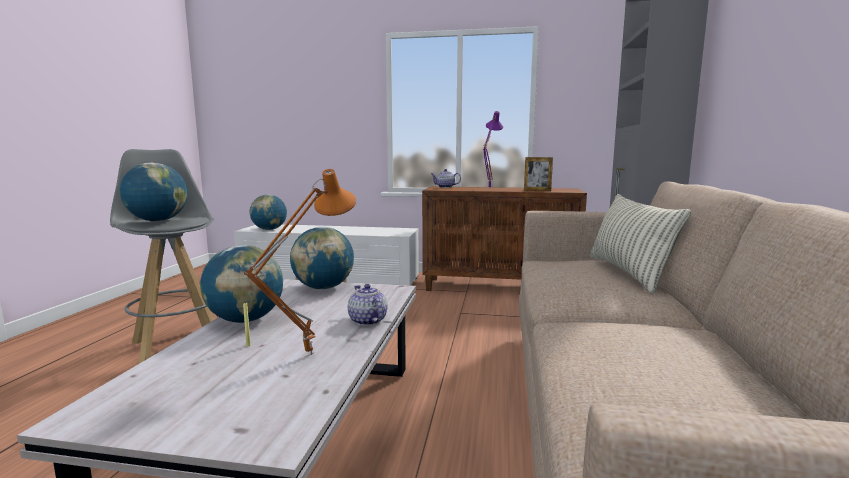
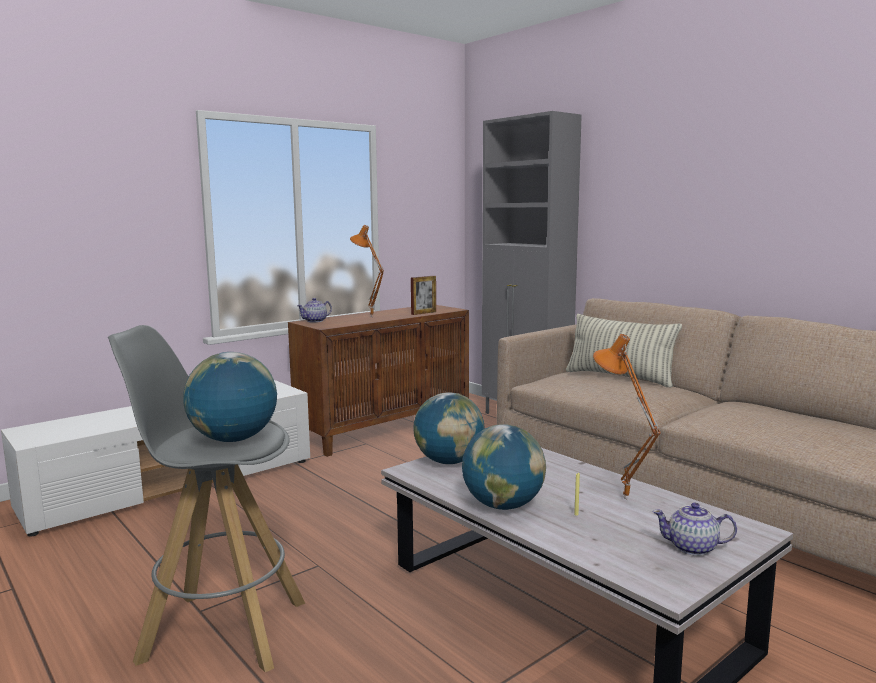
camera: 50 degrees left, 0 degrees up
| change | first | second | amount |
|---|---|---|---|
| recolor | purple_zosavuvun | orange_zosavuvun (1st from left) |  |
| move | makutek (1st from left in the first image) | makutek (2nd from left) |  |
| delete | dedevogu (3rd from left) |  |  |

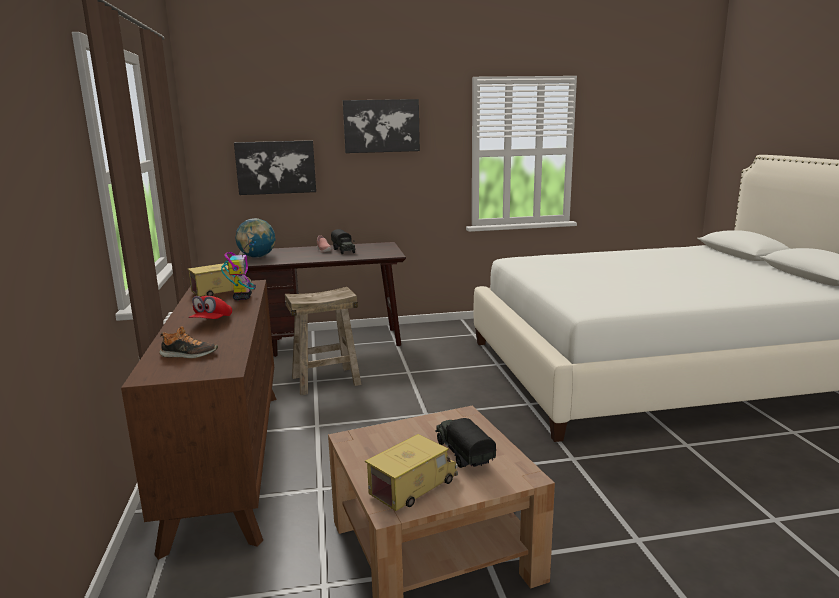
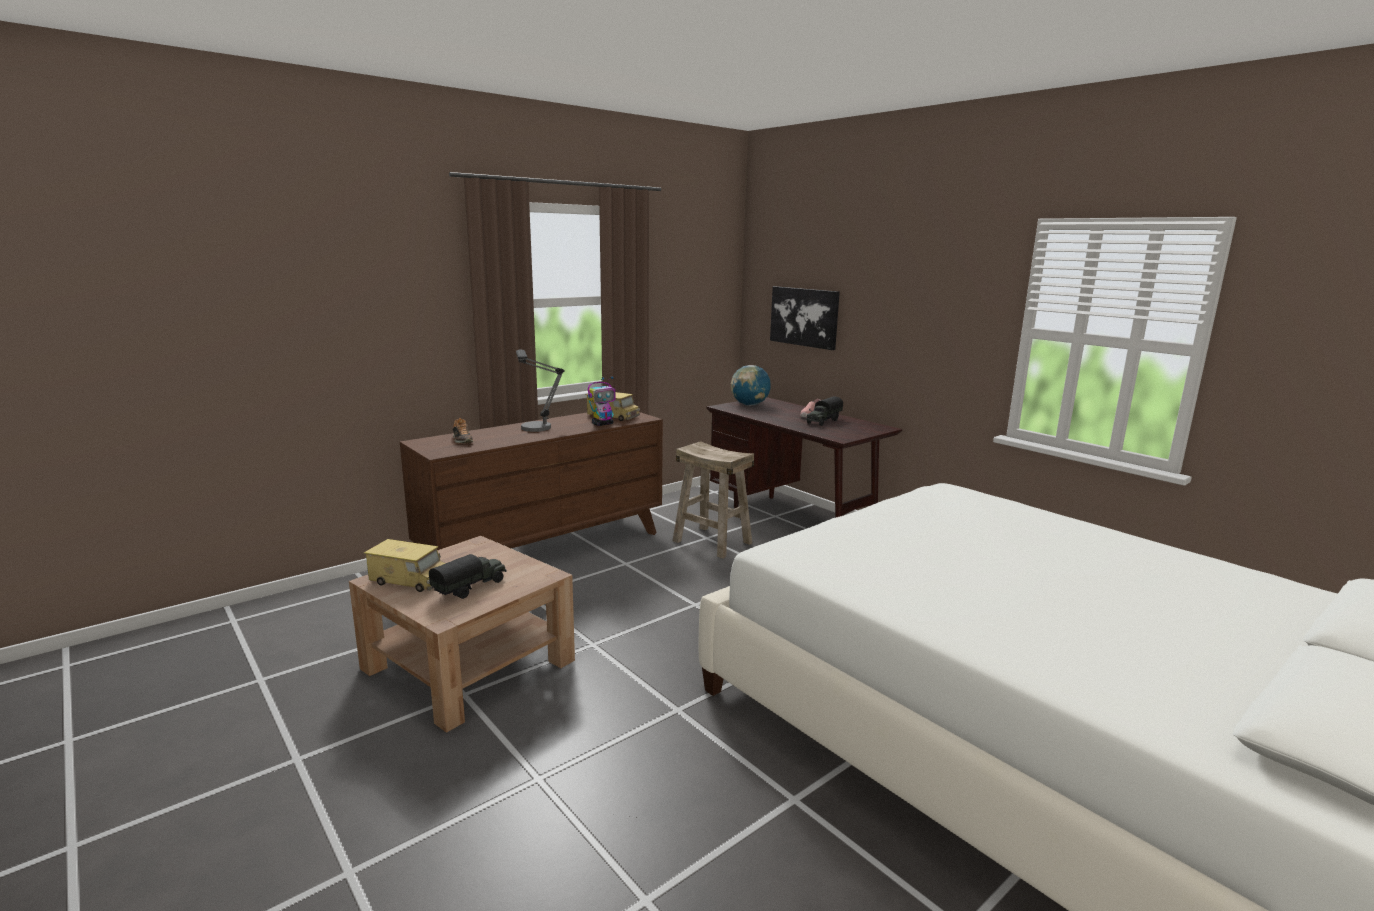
camera: 60 degrees right, 0 degrees up
| change | first | second | amount |
|---|---|---|---|
| replace | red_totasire | zosavuvun |  |
| delete | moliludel (2nd from left) |  |  |

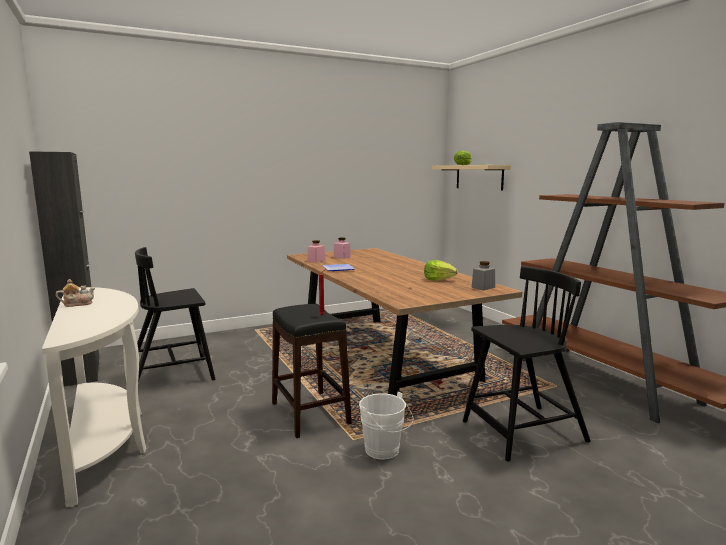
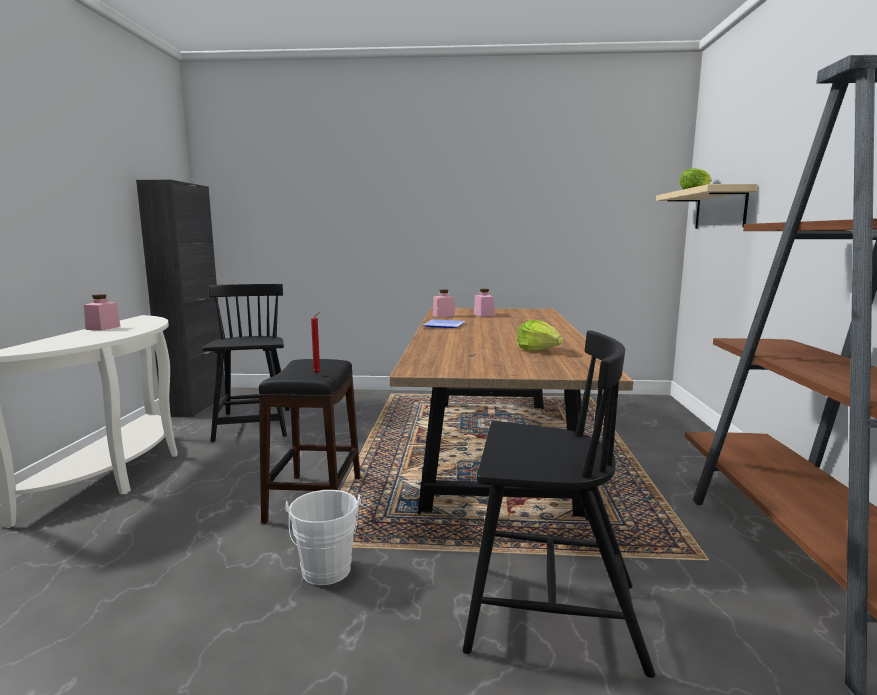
camera: 30 degrees right, 0 degrees up
| change | first | second | amount |
|---|---|---|---|
| replace | makutek | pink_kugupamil (1st from left) |  |
| rotate | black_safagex (1st from left) |  | 75 degrees clockwise |
| delete | grey_kugupamil |  |  |

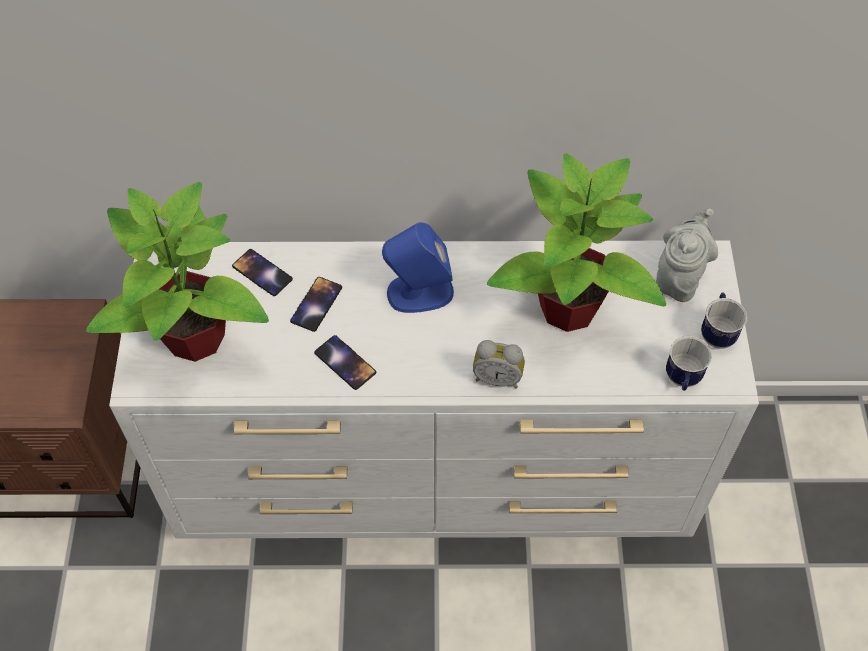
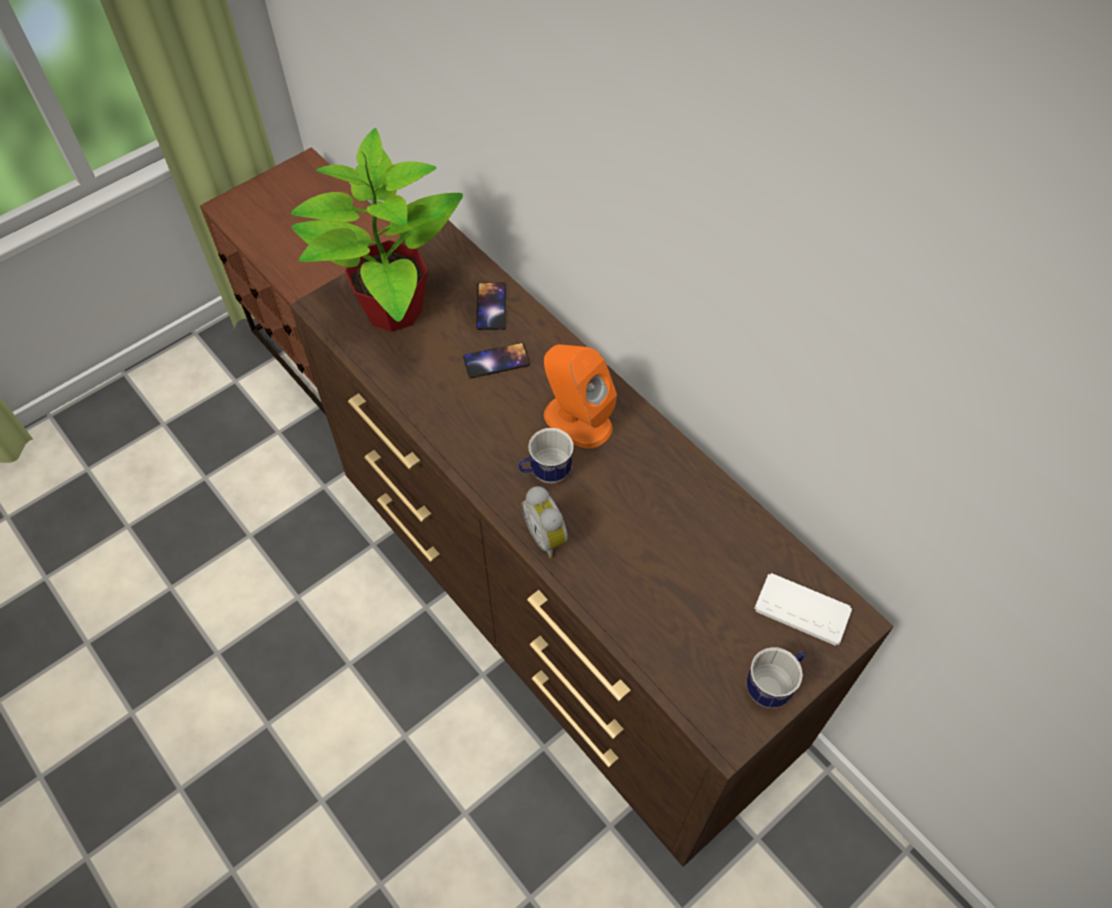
camera: 50 degrees right, 0 degrees up
| change | first | second | amount |
|---|---|---|---|
| recolor | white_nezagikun | brown_nezagikun |  |
| move | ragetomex (1st from left) |  |  |
| recolor | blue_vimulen | orange_vimulen |  |
| replace | grey_makutek | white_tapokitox |  |
| delete | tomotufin (3rd from left) |  |  |
| delete | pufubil (2nd from left) |  |  |

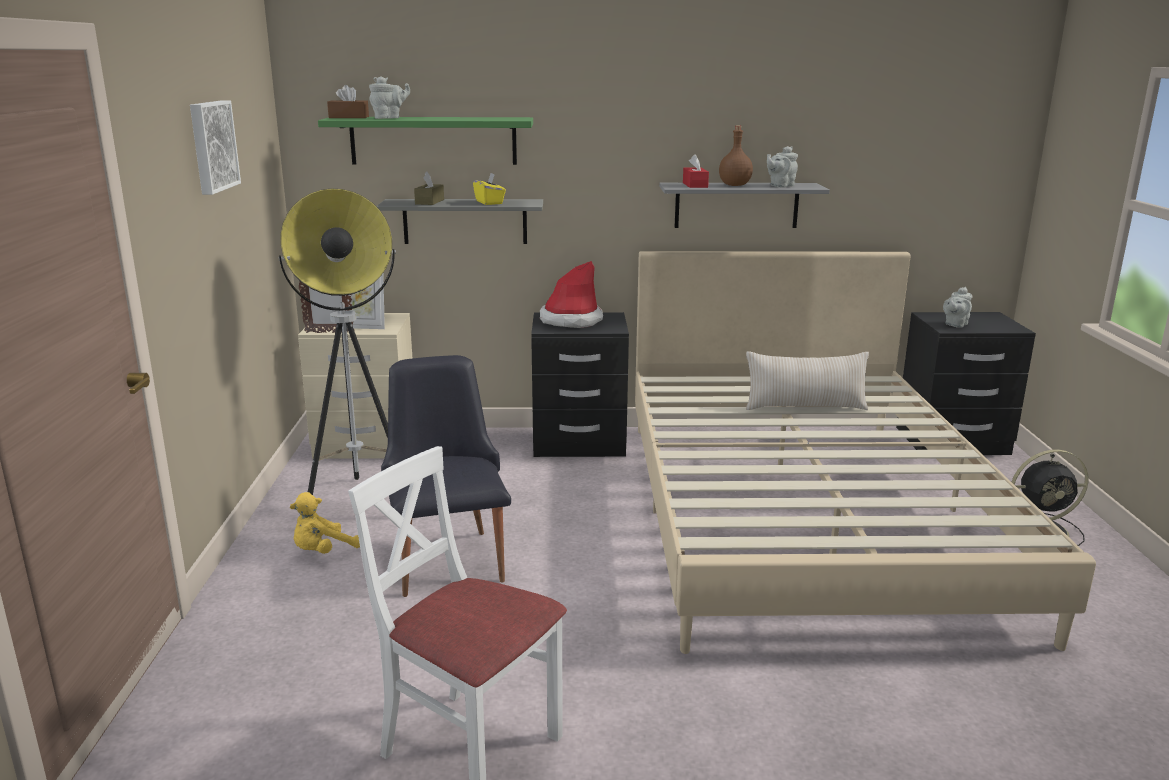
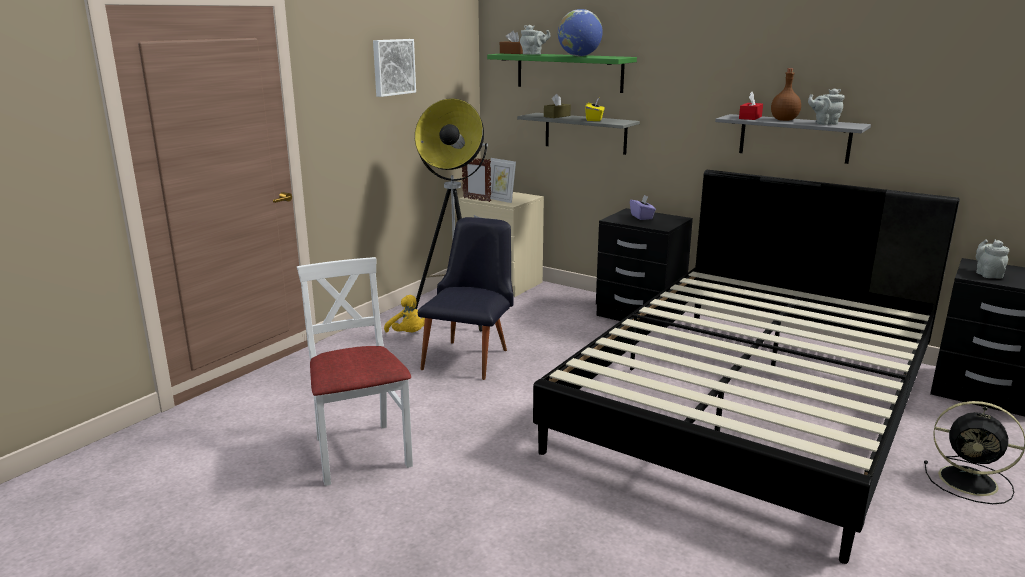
camera: 35 degrees right, 0 degrees up
| change | first | second | amount |
|---|---|---|---|
| rotate | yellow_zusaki |  | 120 degrees counterclockwise |
| recolor | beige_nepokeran | black_nepokeran |  |
| insert |  | dedevogu |  |
| replace | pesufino | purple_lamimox |  |
| rotate | grey_makutek (3rd from left) |  | 105 degrees clockwise |
| delete | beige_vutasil |  |  |

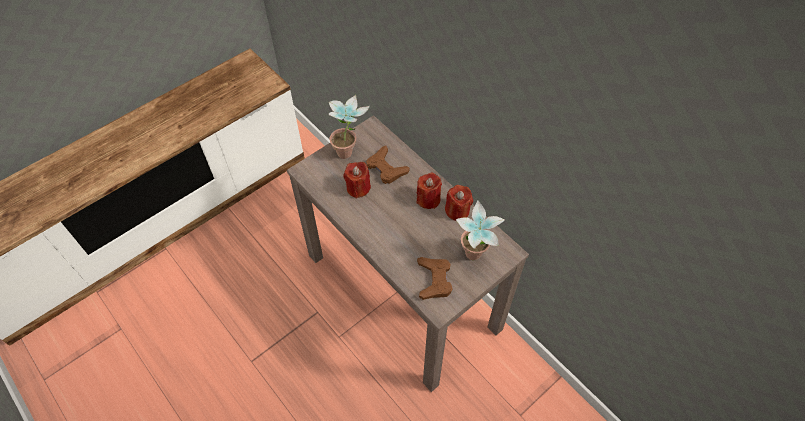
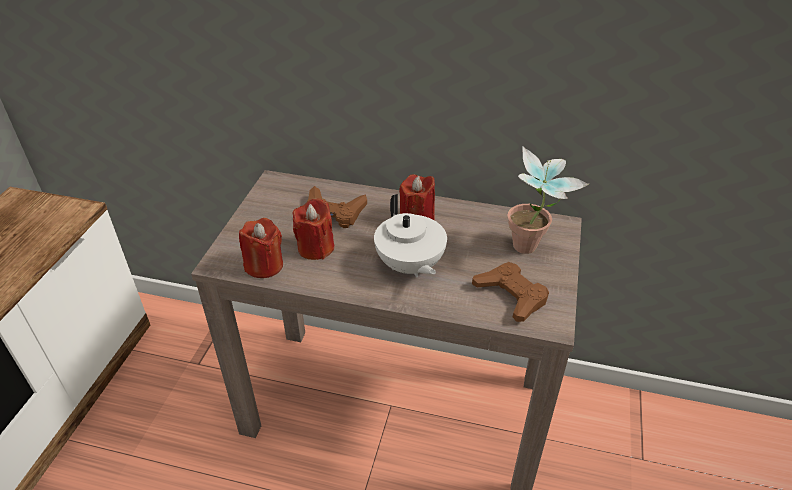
camera: 35 degrees left, 15 degrees down
| change | first | second | amount |
|---|---|---|---|
| move | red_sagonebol (3rd from left in the first image) | red_sagonebol (1st from left) |  |
| insert |  | white_makutek |  |
| delete | pufubil (1st from left) |  |  |

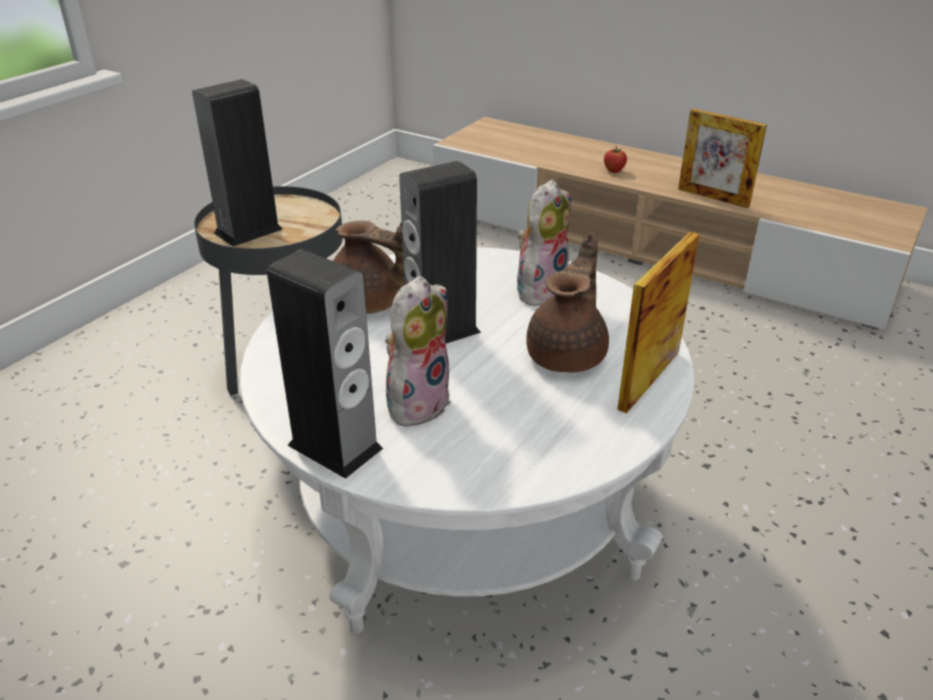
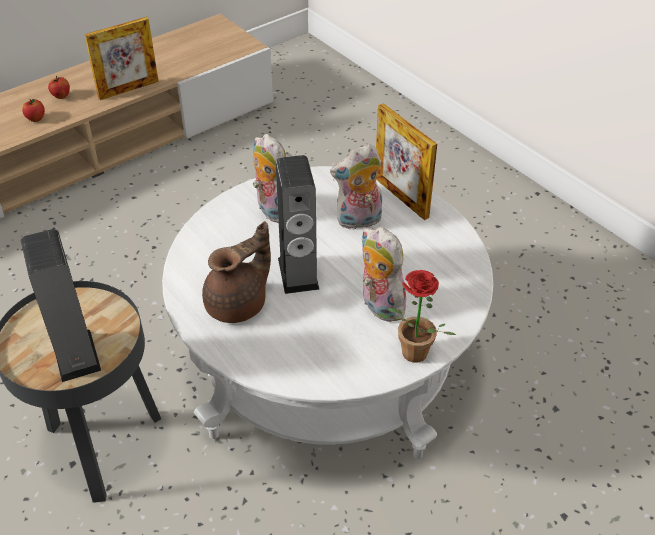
camera: 70 degrees left, 10 degrees up
| change | first | second | amount |
|---|---|---|---|
| insert |  | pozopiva (2nd from left) |  |
| replace | brown_makutek (2nd from left) | zusaki (2nd from left) |  |
| replace | vimulen (2nd from left) | pufubil |  |

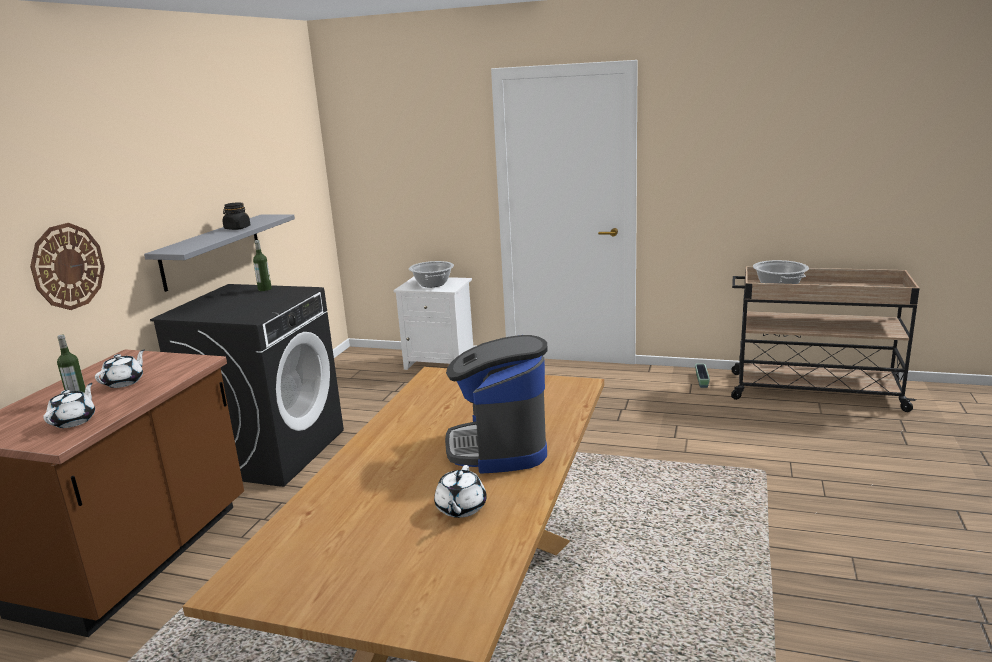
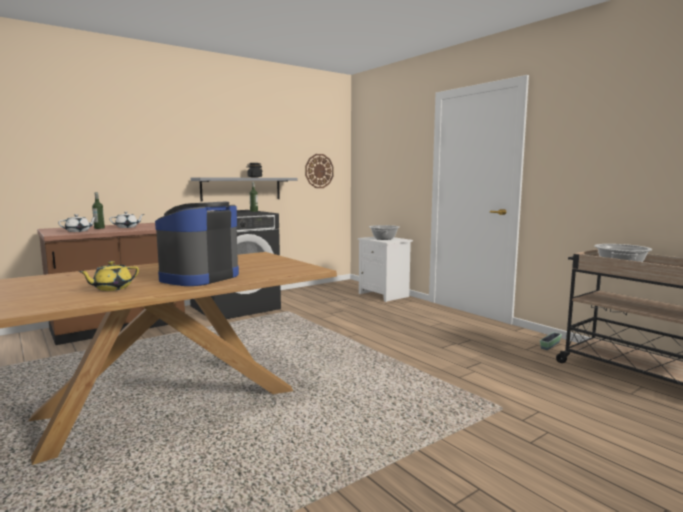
camera: 35 degrees right, 10 degrees down
| change | first | second | amount |
|---|---|---|---|
| recolor | white_makutek (3rd from left) | yellow_makutek |  |
| move | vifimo |  |  |

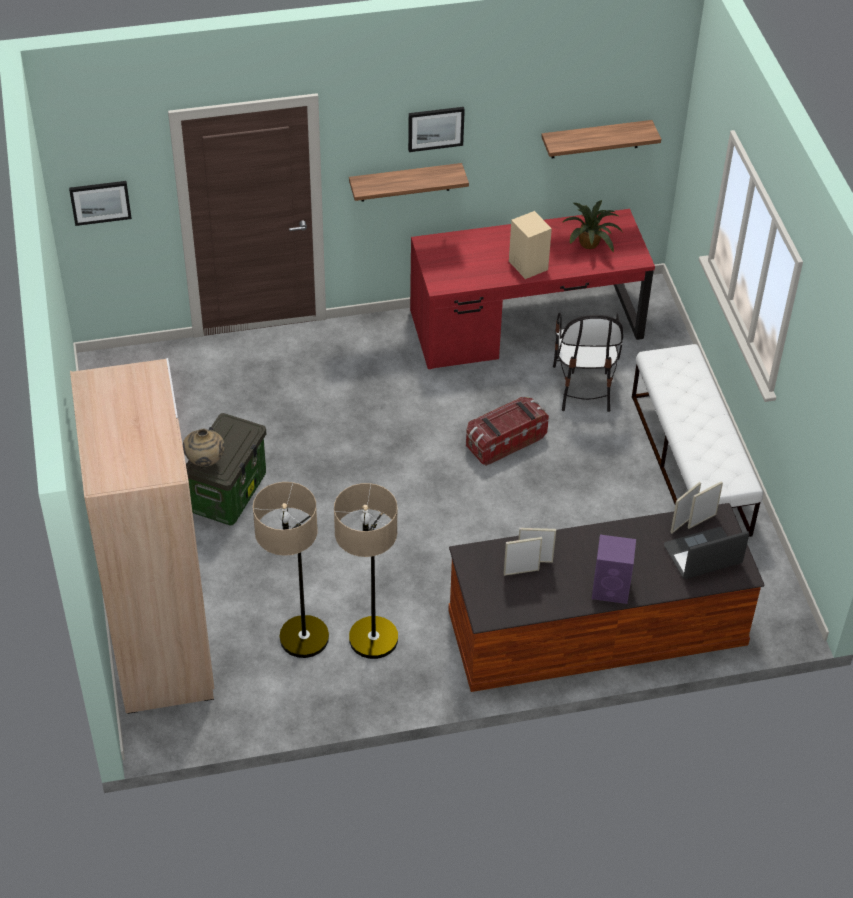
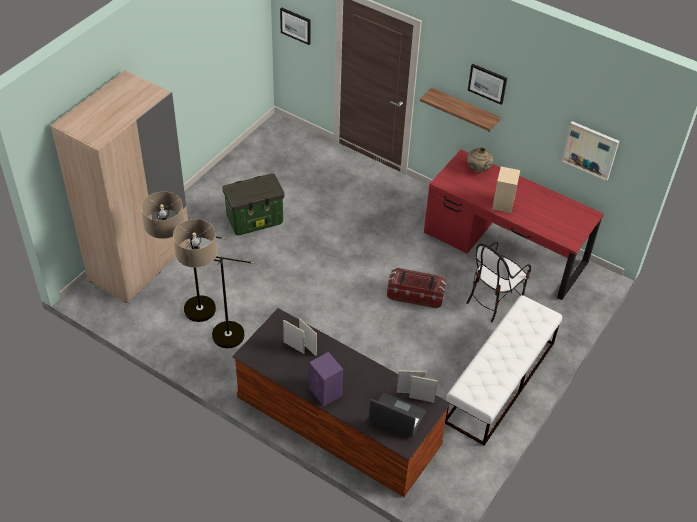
camera: 45 degrees right, 0 degrees up
| change | first | second | amount |
|---|---|---|---|
| move | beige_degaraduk |  |  |
| replace | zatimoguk (2nd from left) | moliludel (3rd from left) |  |
| delete | pufubil |  |  |

